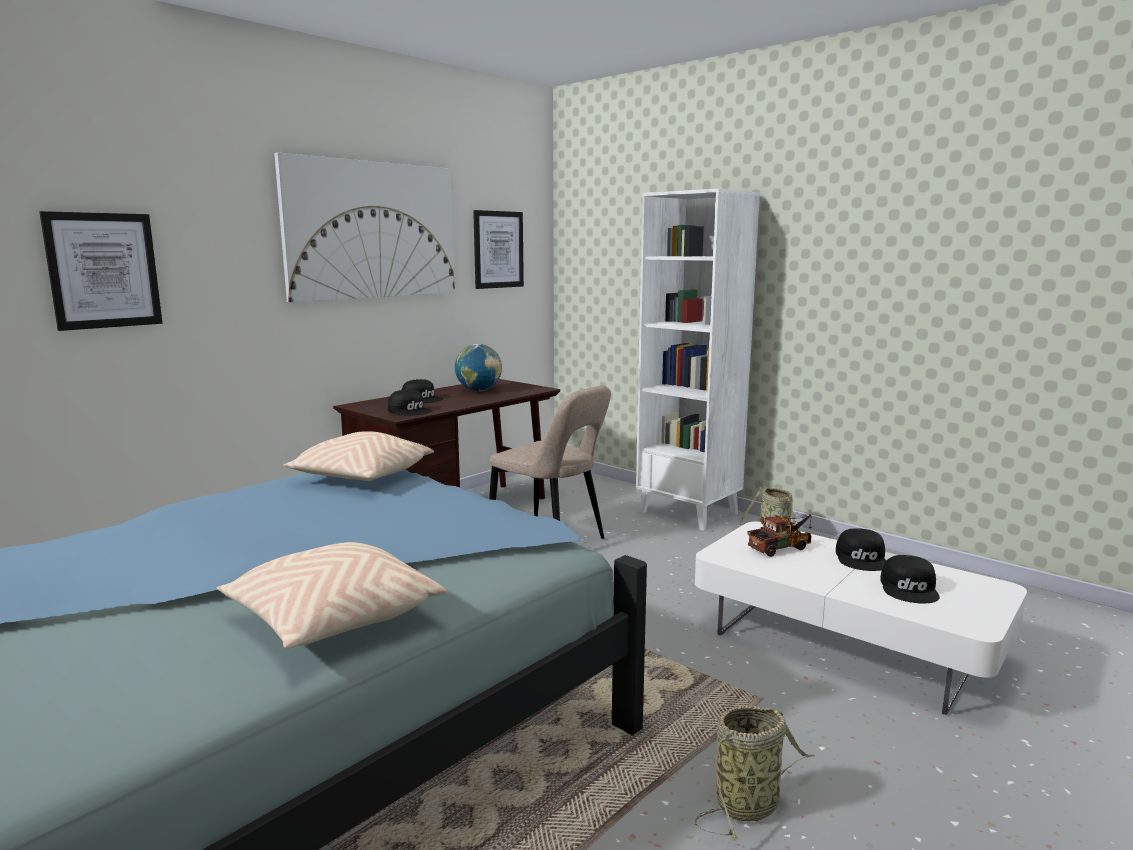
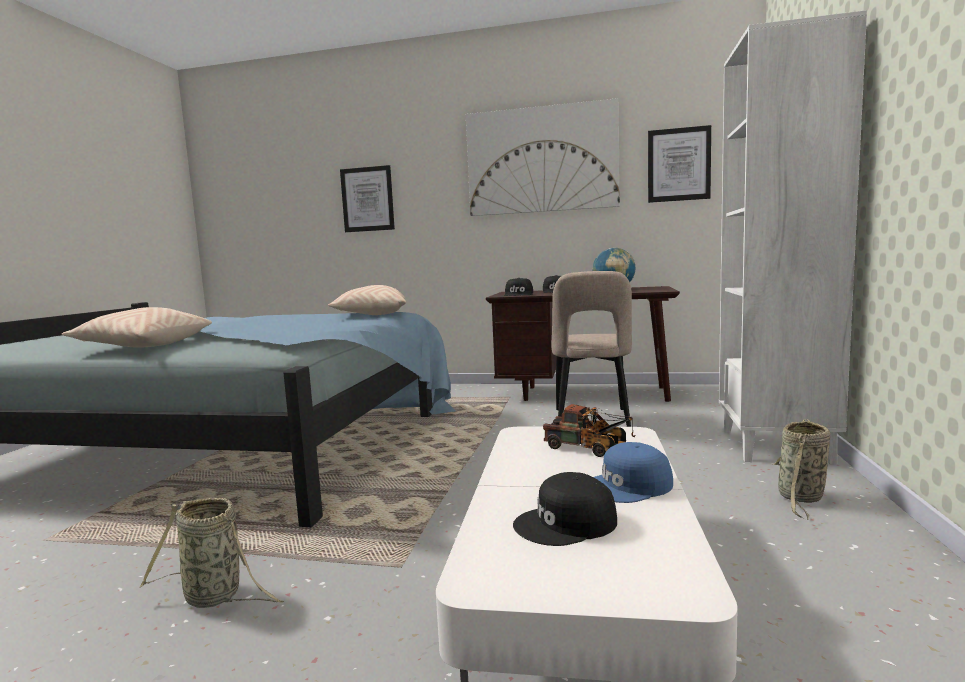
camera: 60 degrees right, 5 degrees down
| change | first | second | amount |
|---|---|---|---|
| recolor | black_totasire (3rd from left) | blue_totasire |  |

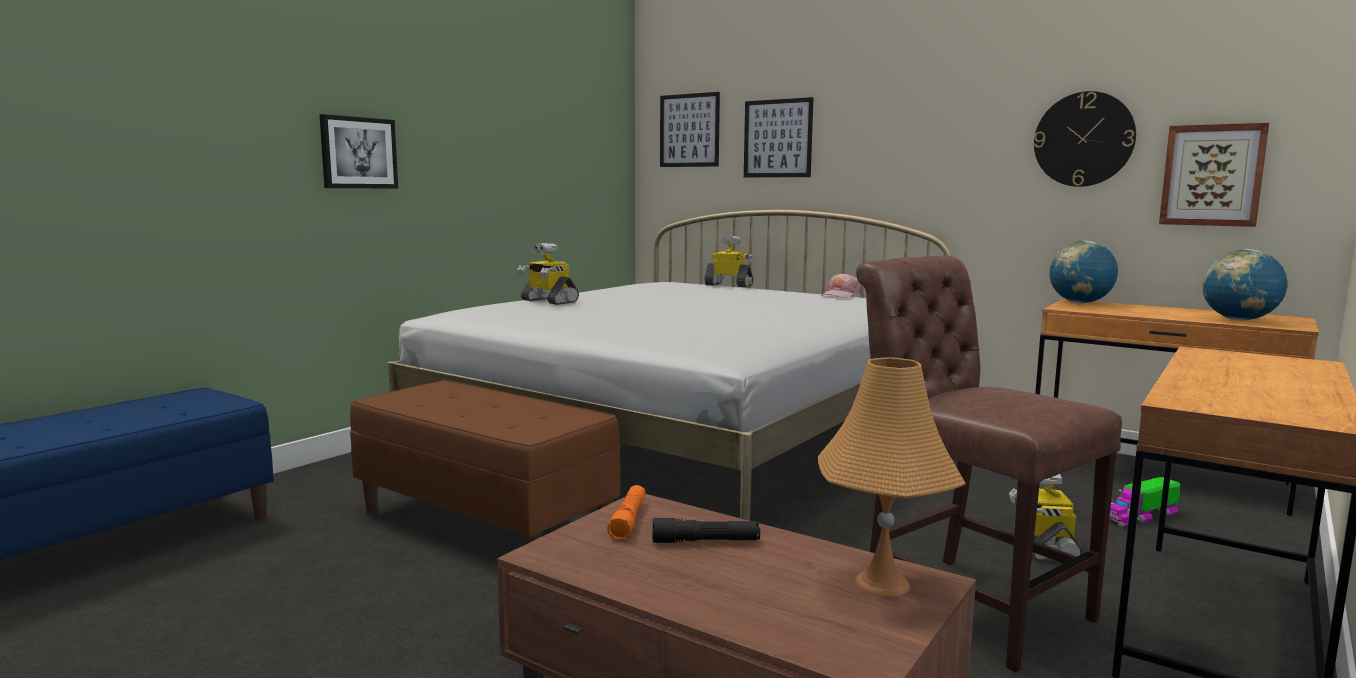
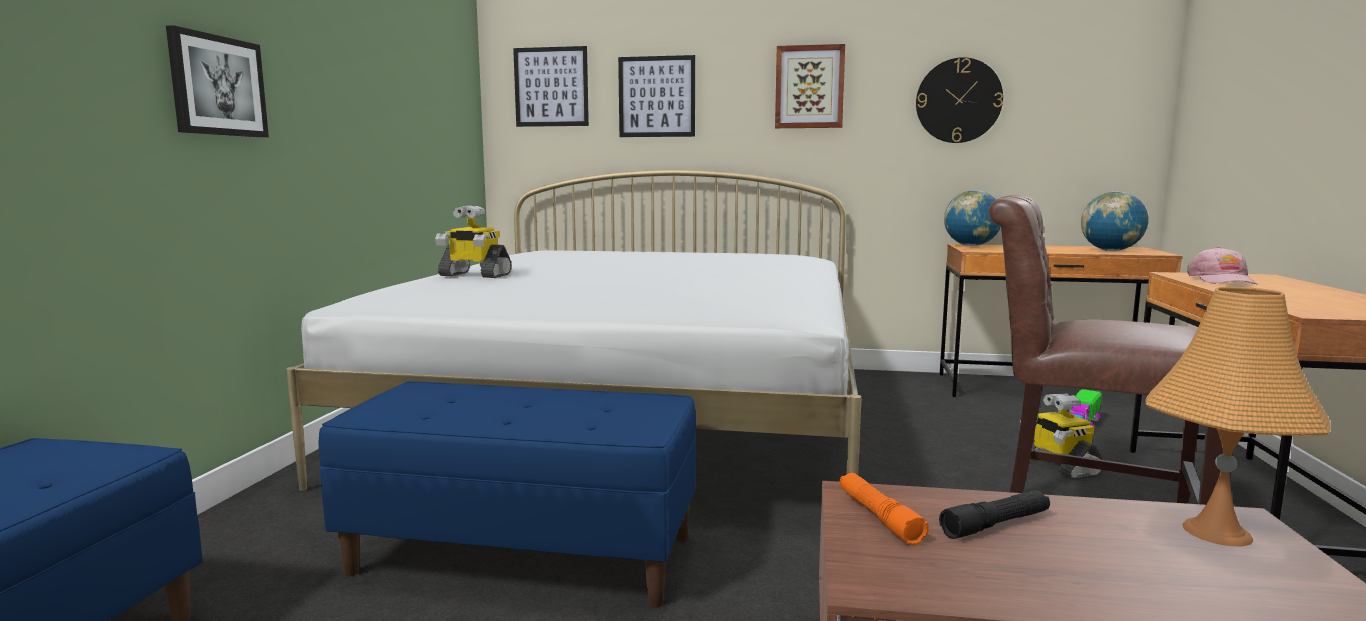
camera: 25 degrees left, 0 degrees up
| change | first | second | amount |
|---|---|---|---|
| recolor | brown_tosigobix | blue_tosigobix (2nd from left) |  |
| move | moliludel (4th from left) |  |  |
| move | pink_totasire |  |  |
| delete | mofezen (2nd from left) |  |  |

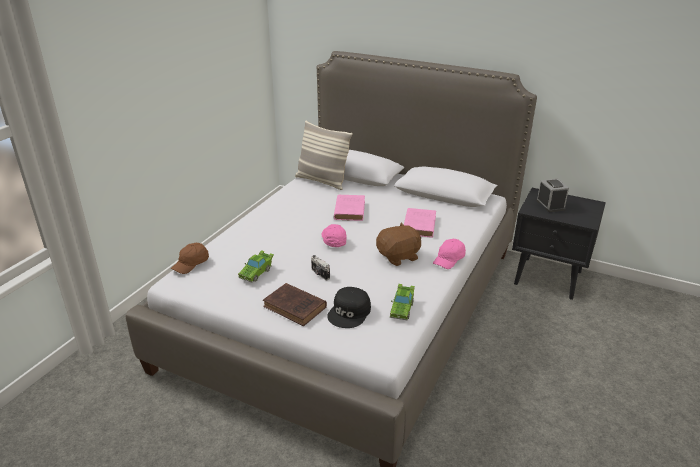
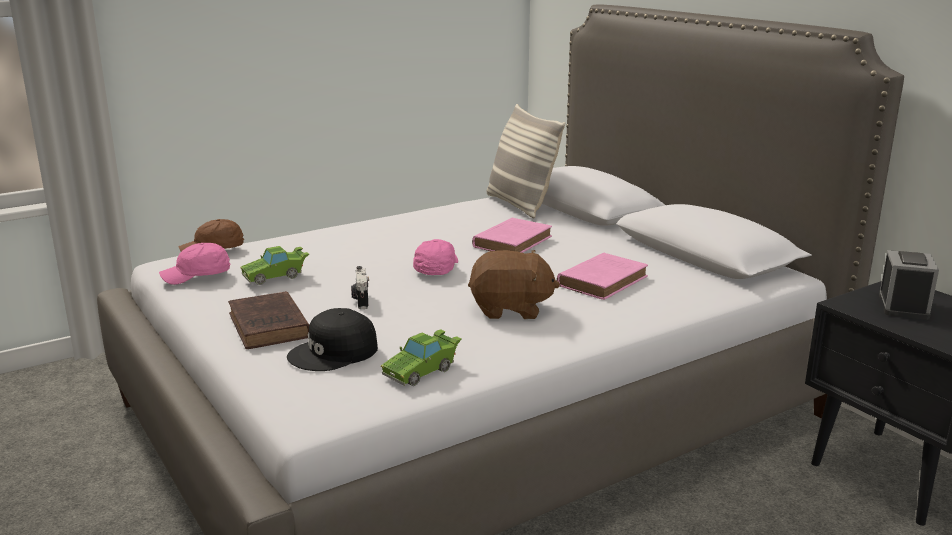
camera: 30 degrees right, 10 degrees down
| change | first | second | amount |
|---|---|---|---|
| move | pink_totasire (2nd from left in the first image) | pink_totasire (1st from left) |  |

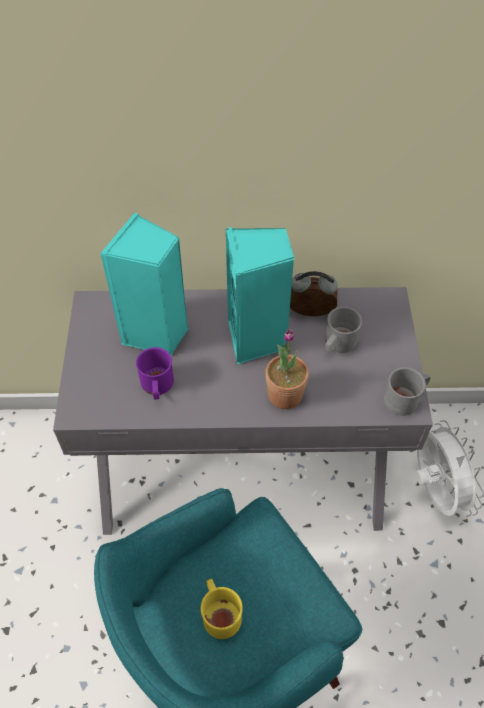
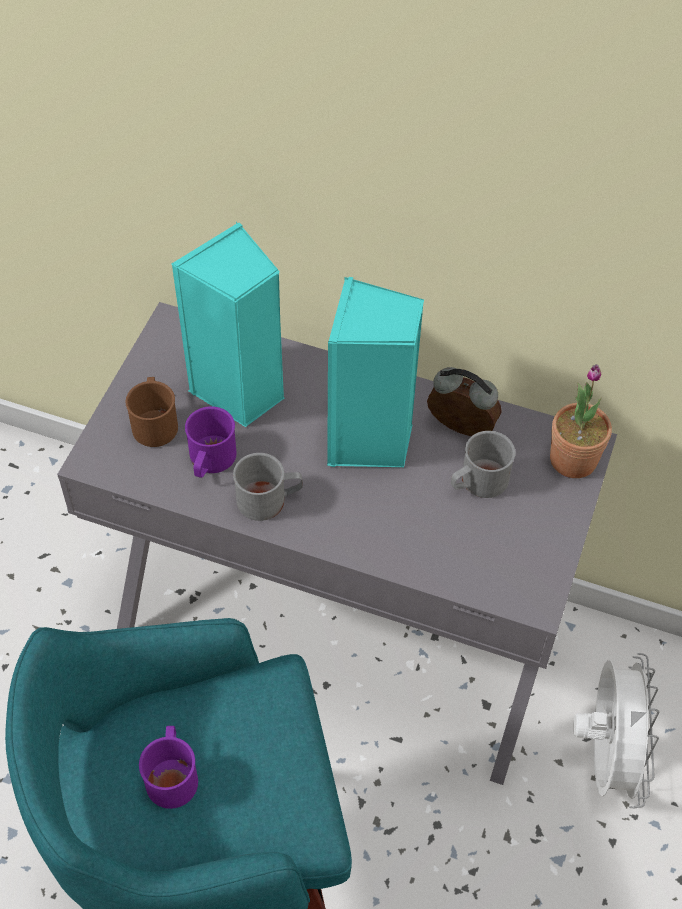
camera: 20 degrees right, 0 degrees up
| change | first | second | amount |
|---|---|---|---|
| insert |  | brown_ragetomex |  |
| recolor | yellow_ragetomex | purple_ragetomex (1st from left) |  |
| move | grey_ragetomex (2nd from left in the first image) | grey_ragetomex (1st from left) |  |
| move | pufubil |  |  |

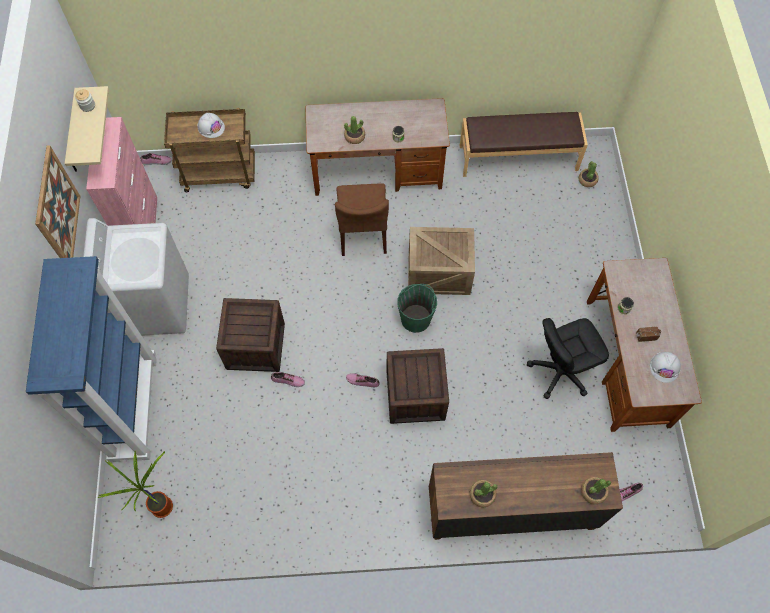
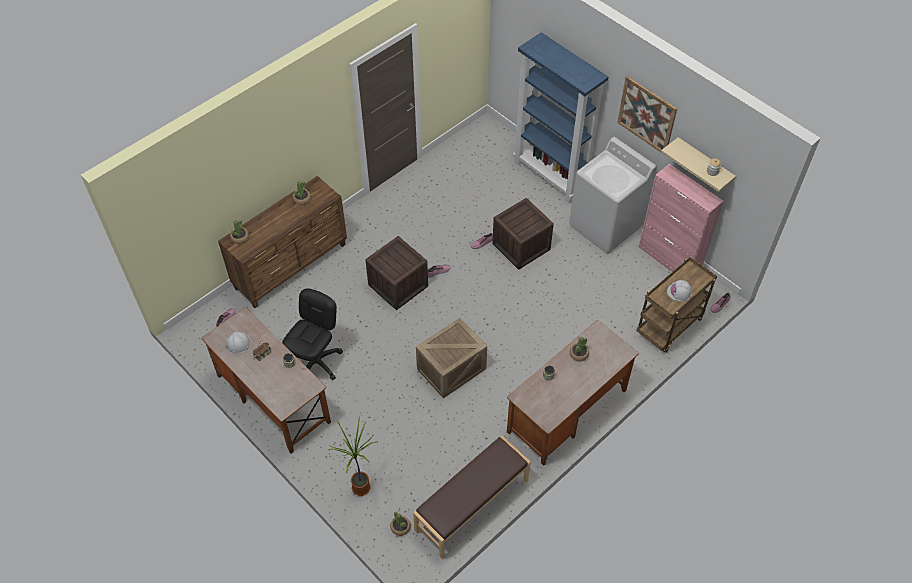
camera: 140 degrees right, 10 degrees down
| change | first | second | amount |
|---|---|---|---|
| move | pufubil (1st from left in the first image) | pufubil (3rd from left) |  |
| delete | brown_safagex |  |  |
| delete | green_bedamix |  |  |

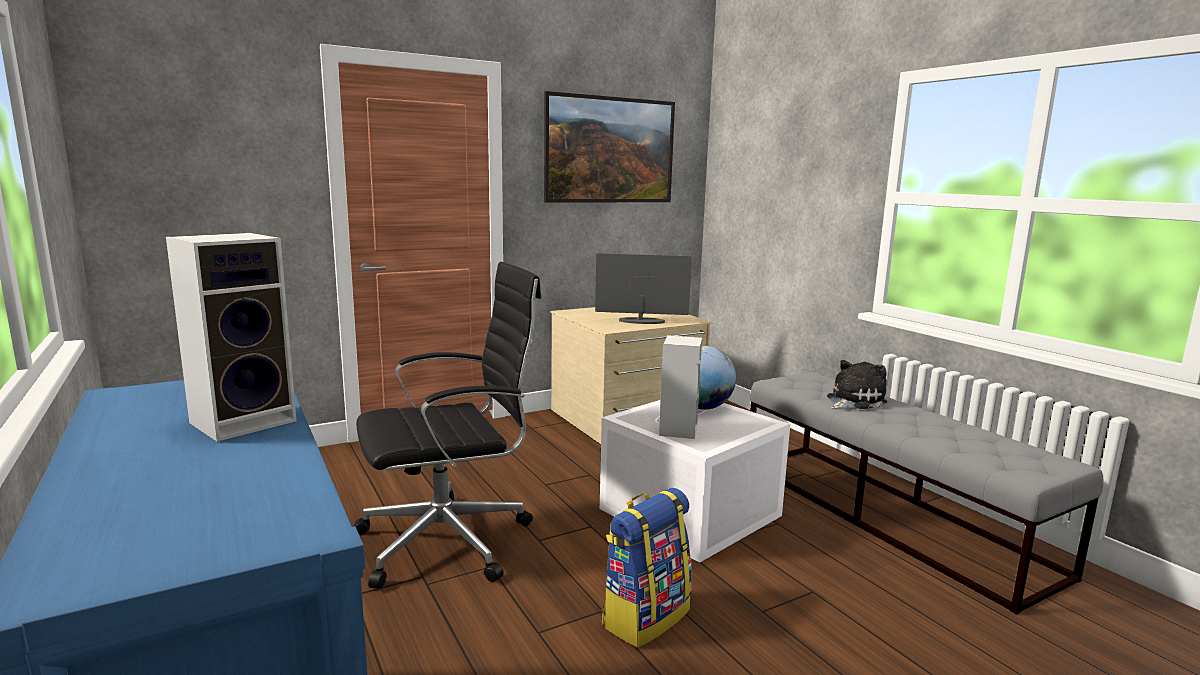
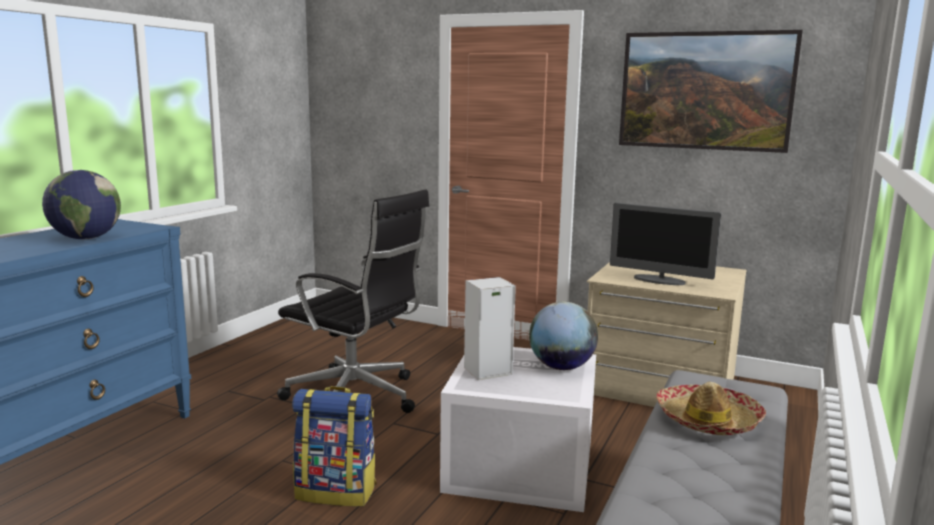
camera: 55 degrees right, 0 degrees up
| change | first | second | amount |
|---|---|---|---|
| replace | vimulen (1st from left) | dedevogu (1st from left) |  |
| rotate | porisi |  | 150 degrees clockwise |
| replace | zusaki | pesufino |  |

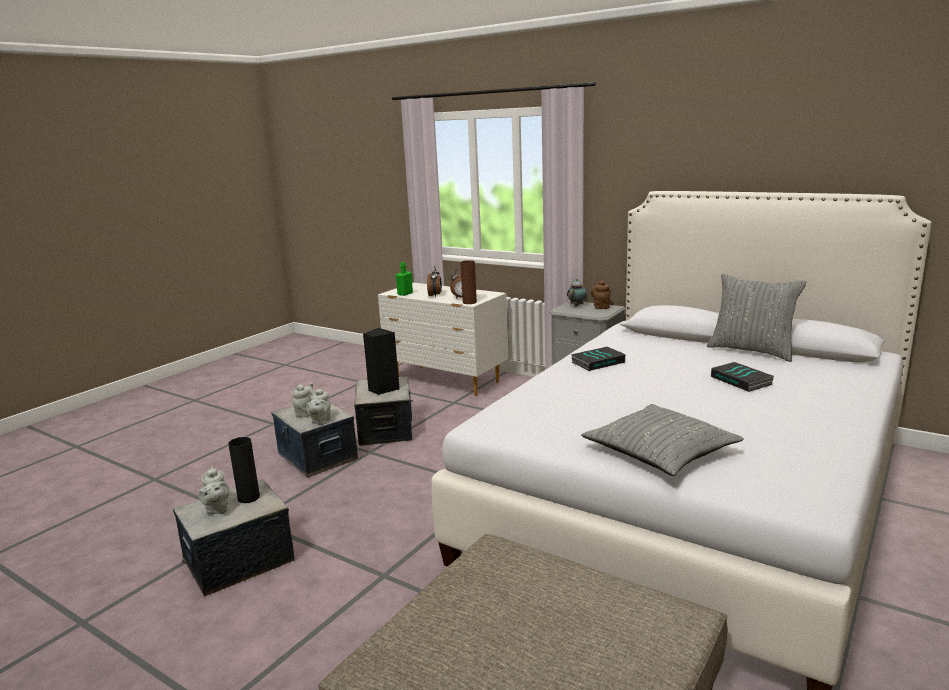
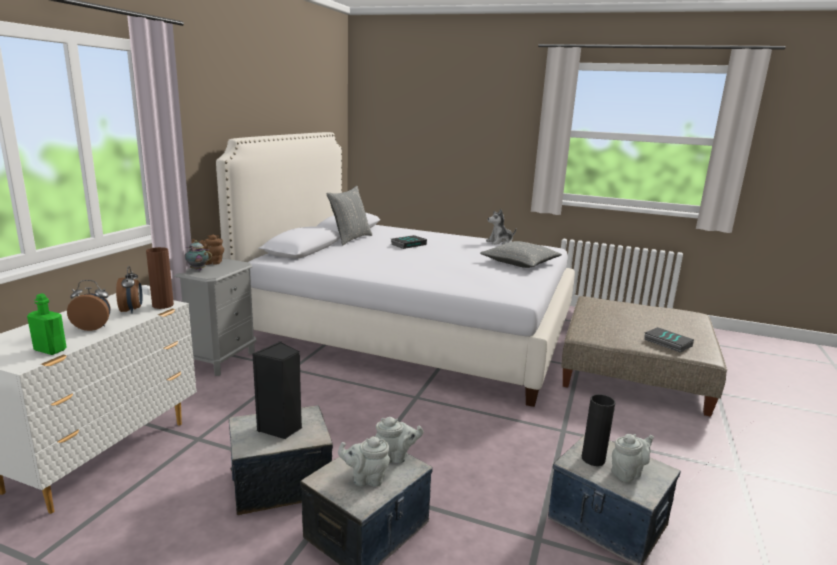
camera: 105 degrees left, 0 degrees up
| change | first | second | amount |
|---|---|---|---|
| insert |  | zusaki |  |
| move | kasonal (1st from left in the first image) | kasonal (2nd from left) |  |

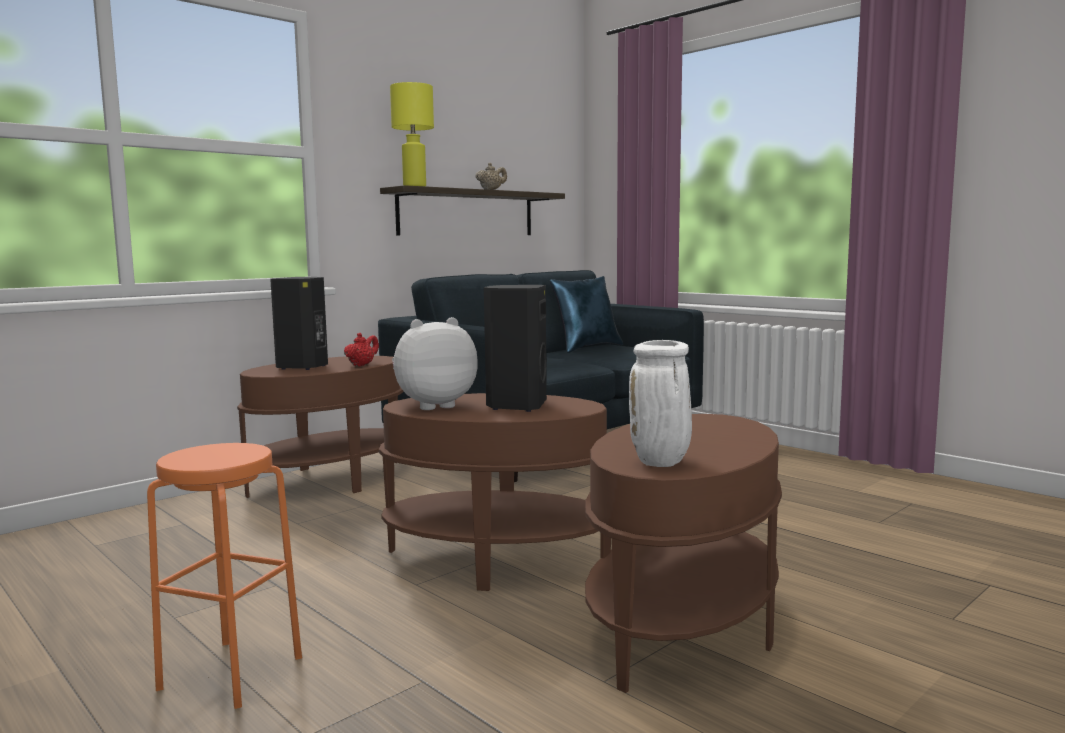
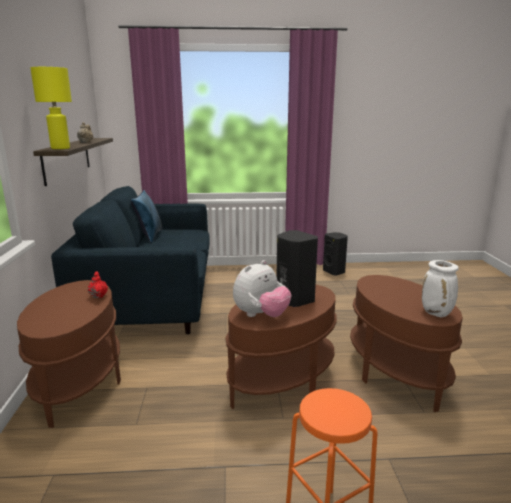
camera: 50 degrees left, 10 degrees up
| change | first | second | amount |
|---|---|---|---|
| rotate | zusaki |  | 150 degrees counterclockwise |
| move | black_vimulen (1st from left in the first image) | black_vimulen (2nd from left) |  |

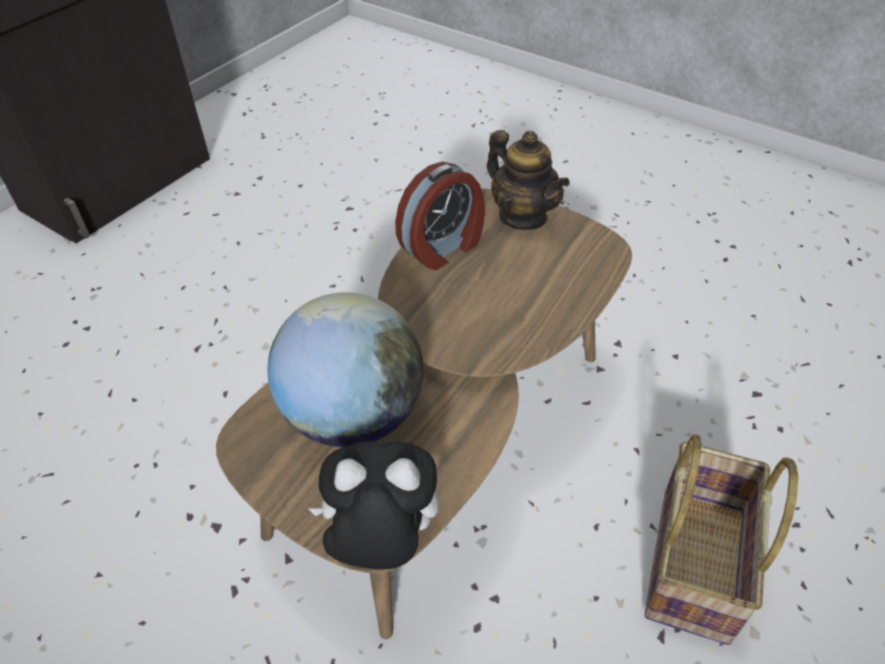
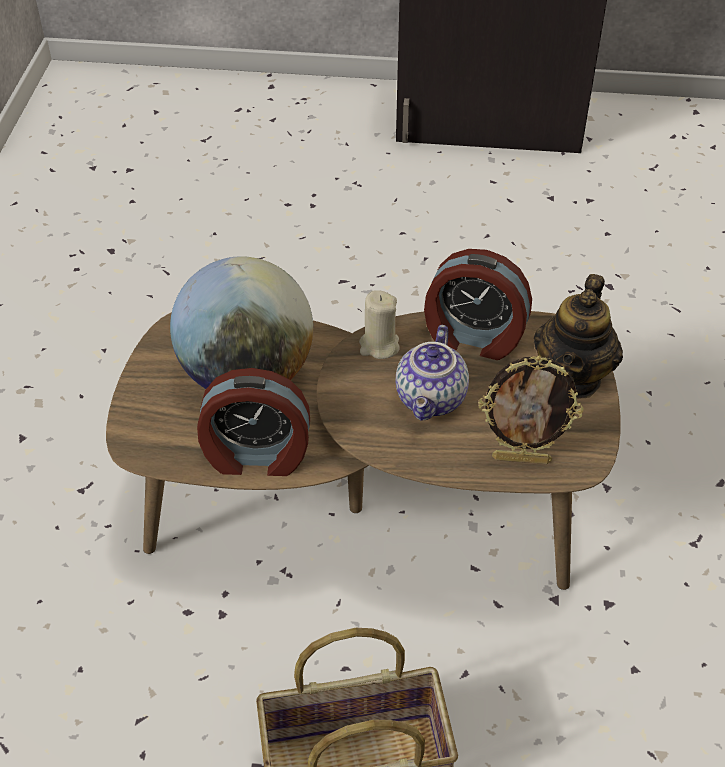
camera: 60 degrees right, 0 degrees up
| change | first | second | amount |
|---|---|---|---|
| insert |  | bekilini (1st from left) |  |
| insert |  | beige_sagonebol |  |
| insert |  | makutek (1st from left) |  |
| insert |  | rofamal |  |
| delete | zusaki |  |  |

